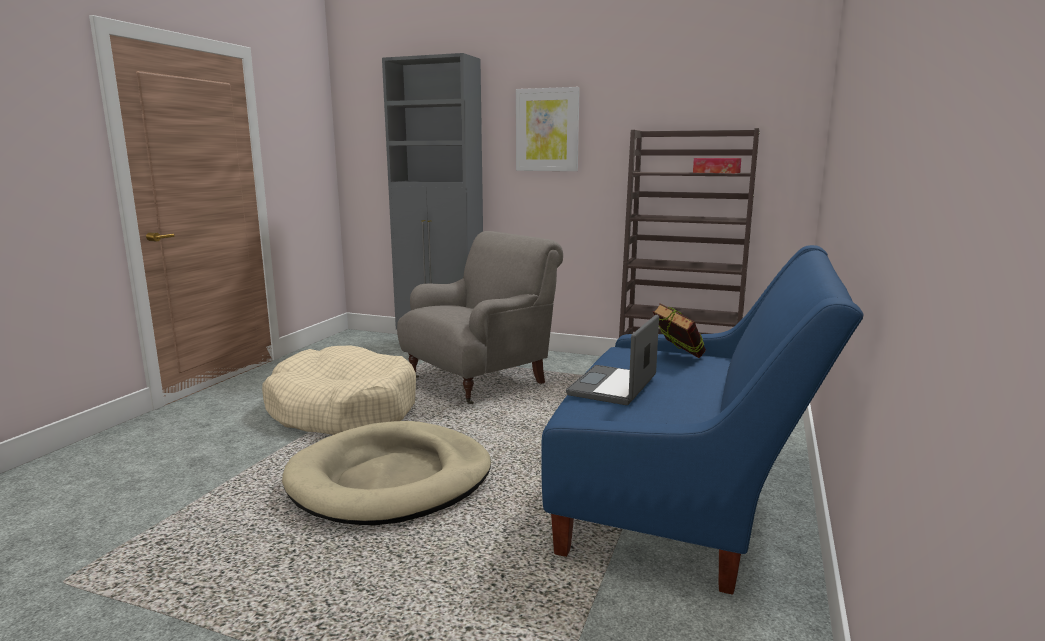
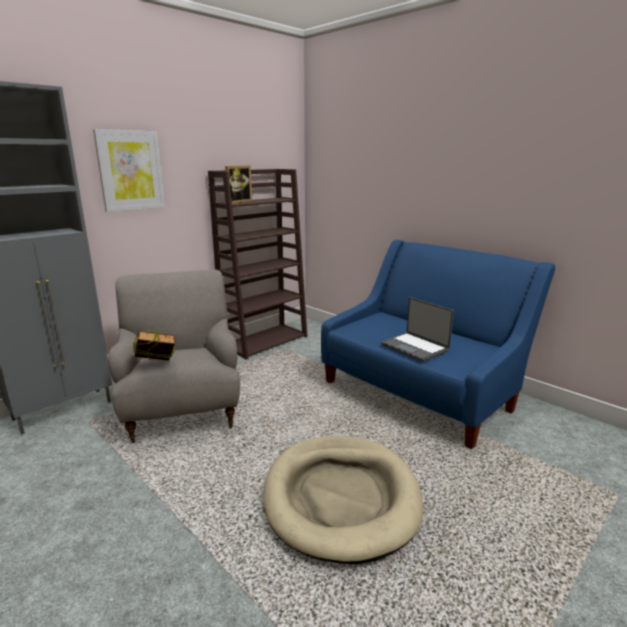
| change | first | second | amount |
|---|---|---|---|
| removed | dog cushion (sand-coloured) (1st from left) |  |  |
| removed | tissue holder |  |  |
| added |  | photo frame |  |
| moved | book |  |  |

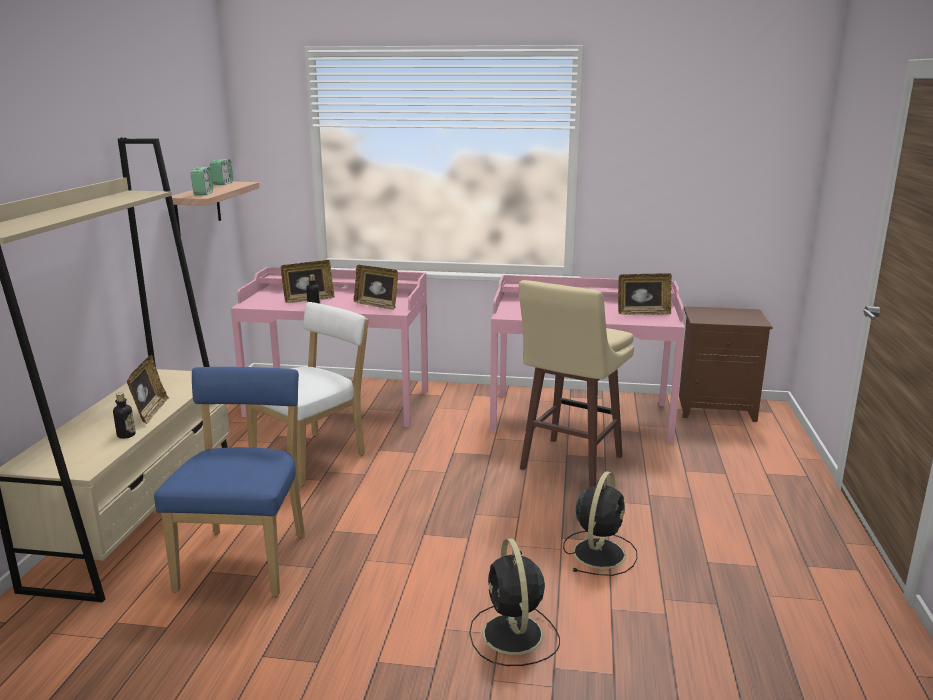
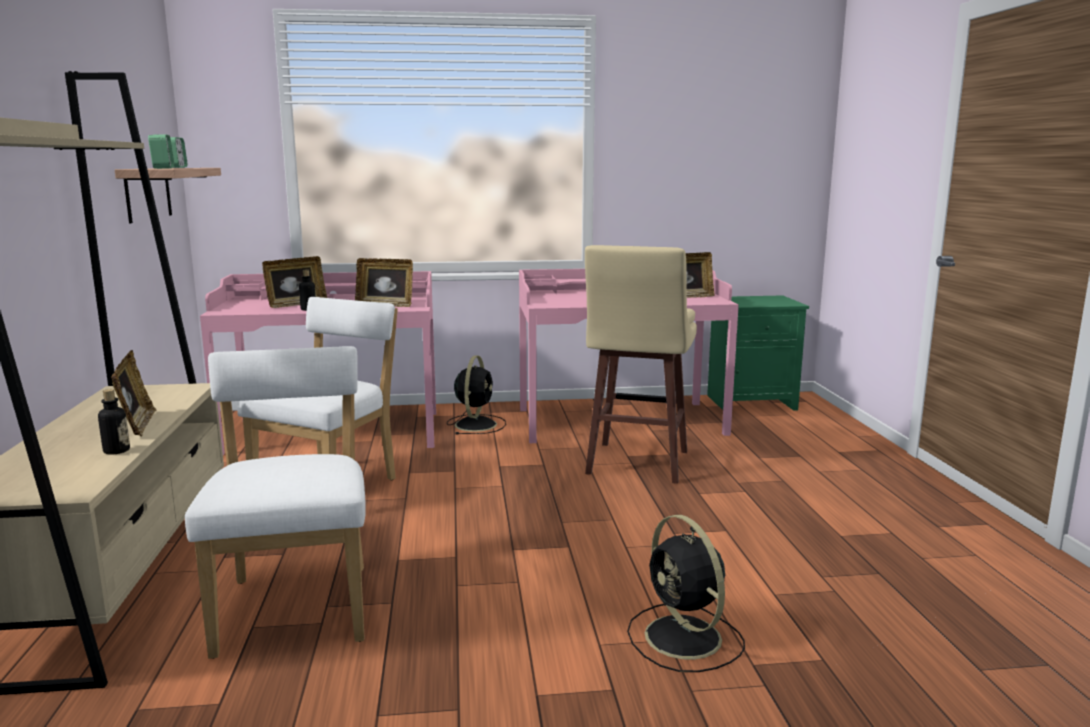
| change | first | second | amount |
|---|---|---|---|
| moved | electric fan (black-coloured) (2nd from left in the first image) | electric fan (black-coloured) (1st from left) |  |
| recoloured | upright chair (bluish) | upright chair (white-coloured) (1st from left) |  |
| recoloured | bedside table (brown-coloured) | bedside table (green) |  |

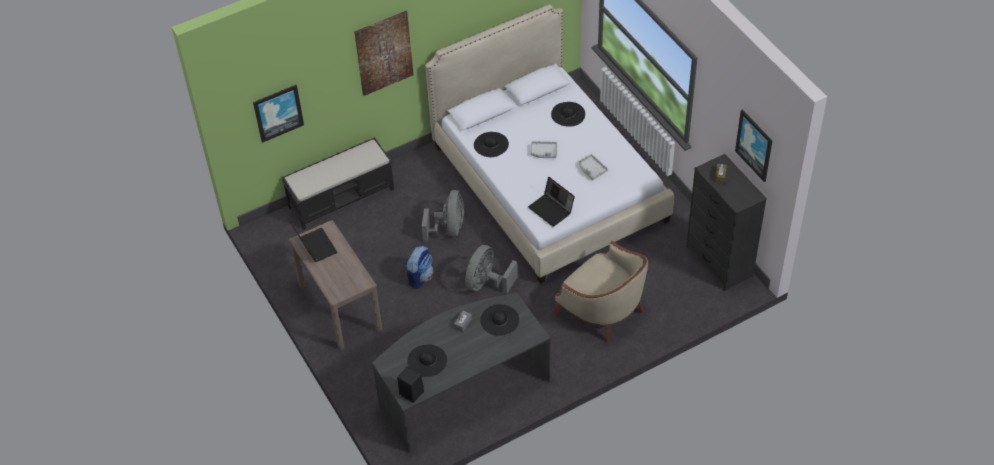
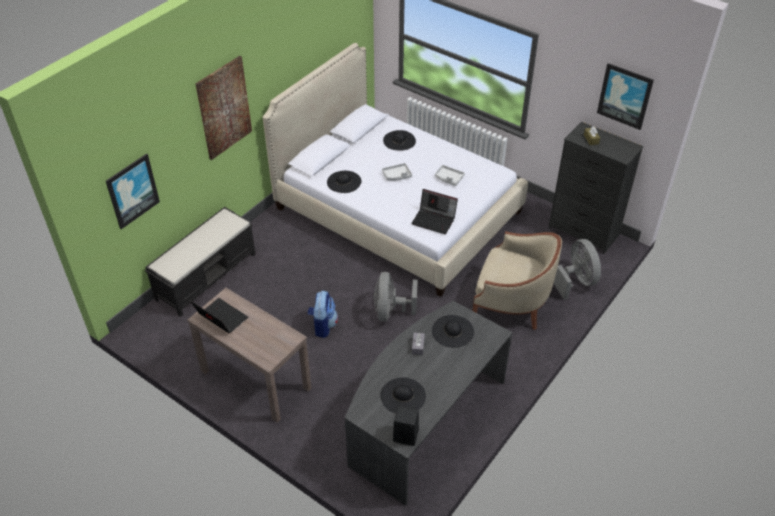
| change | first | second | amount |
|---|---|---|---|
| moved | electric fan (grey) (1st from left in the first image) | electric fan (grey) (2nd from left) |  |

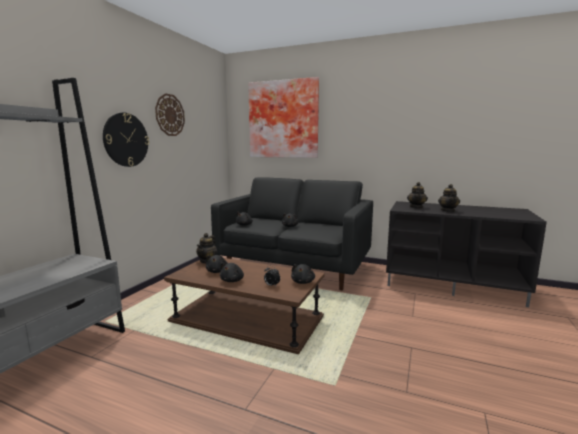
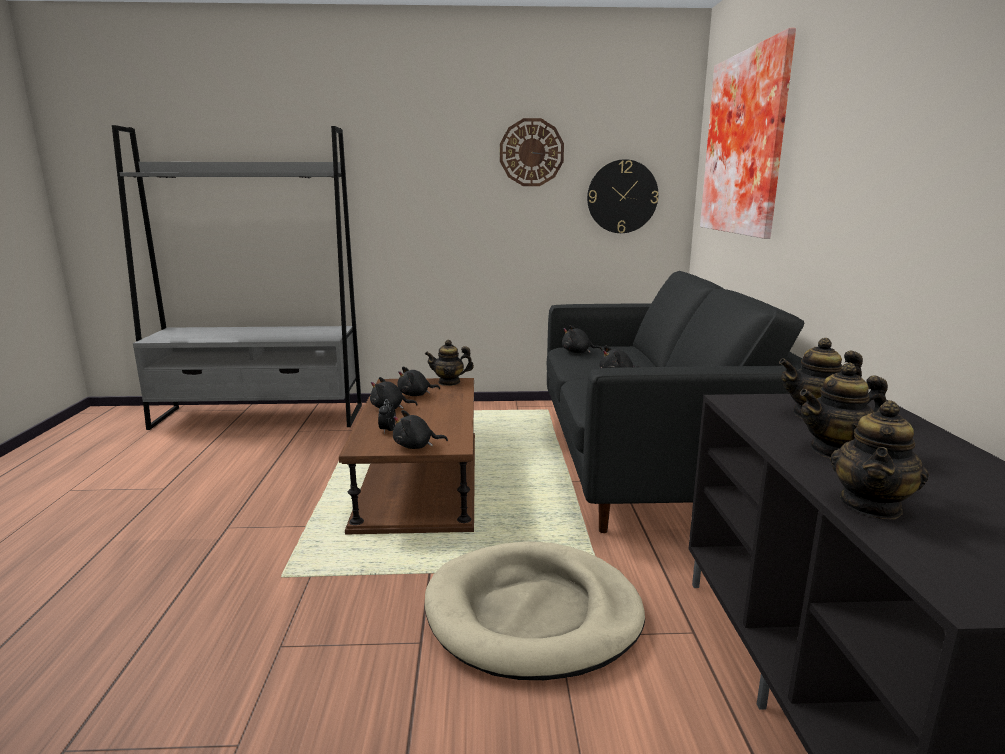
| change | first | second | amount |
|---|---|---|---|
| added |  | dog cushion (sand-coloured) |  |
| added |  | pot for tea (4th from left) |  |
| moved | clock on the wall (1st from left in the first image) | clock on the wall (2nd from left) |  |

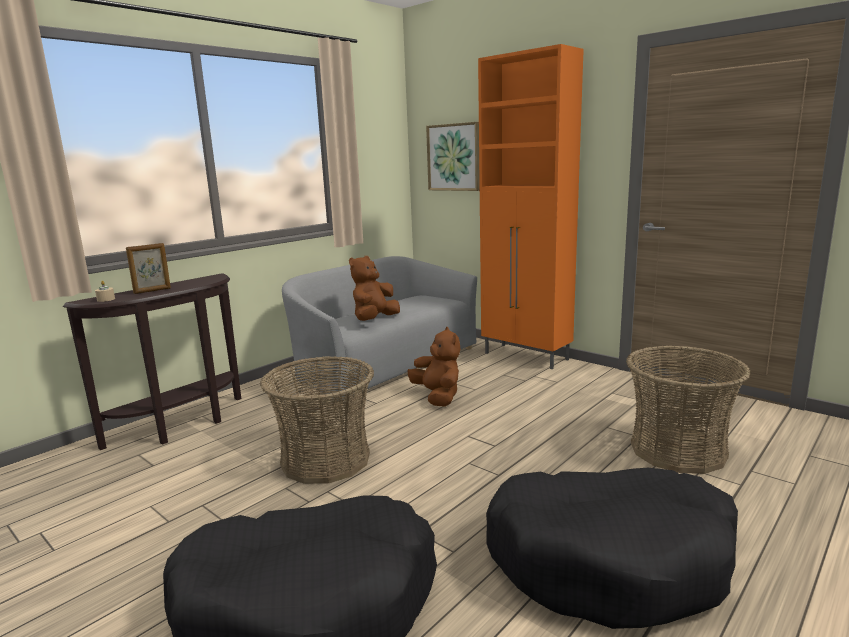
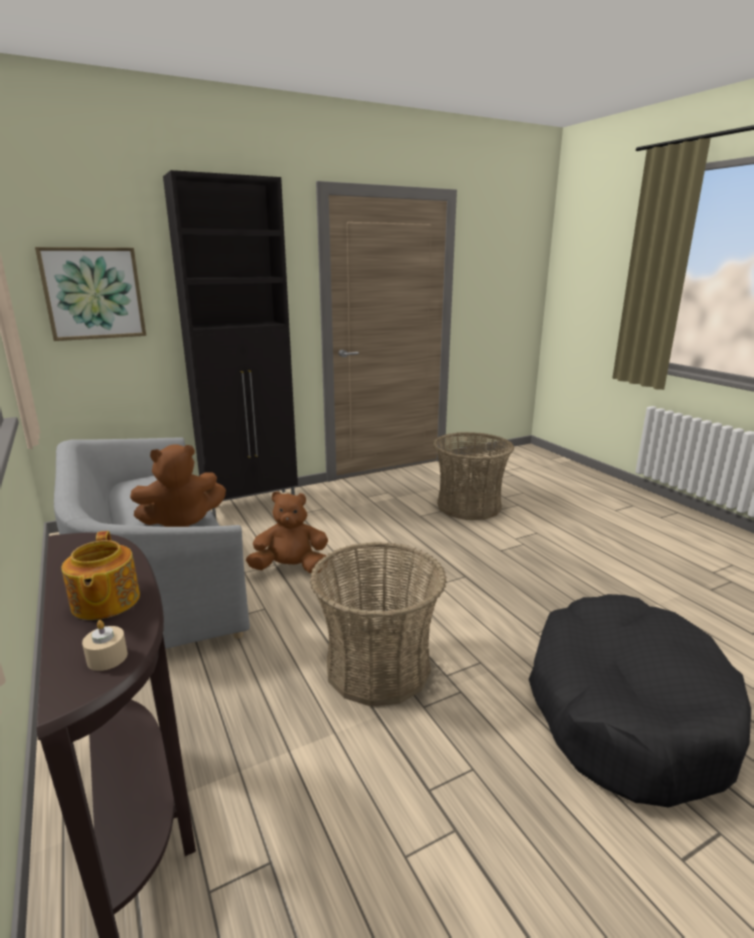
| change | first | second | amount |
|---|---|---|---|
| removed | dog cushion (black-coloured) (2nd from left) |  |  |
| replaced | photo frame | pot for tea |  |
| recoloured | storage cabinet (orangey) | storage cabinet (black-coloured) |  |
| turned | cuddly toy (brown-coloured) (1st from left) |  | 75 degrees counterclockwise |

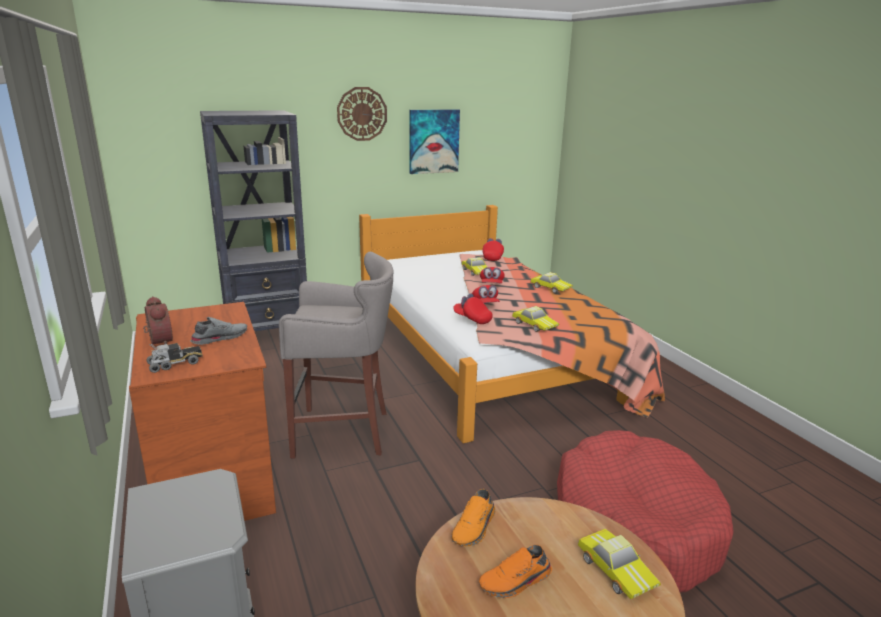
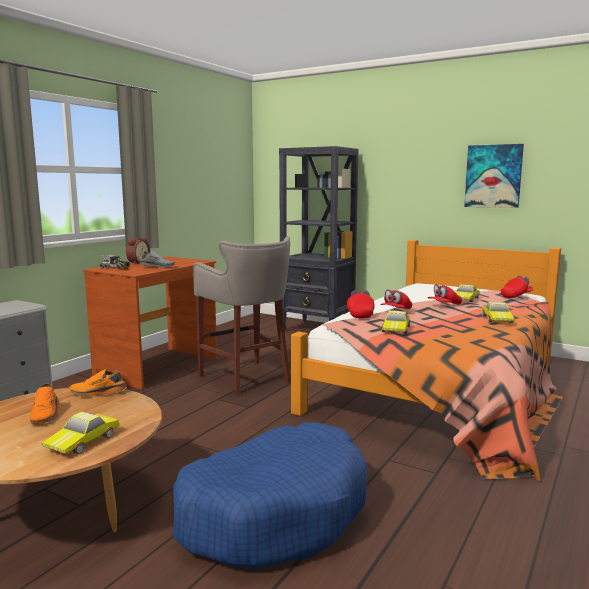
| change | first | second | amount |
|---|---|---|---|
| removed | clock on the wall |  |  |
| recoloured | dog cushion (red-coloured) | dog cushion (bluish) |  |
| turned | shoe (orangey) (2nd from left in the first image) | shoe (orangey) (1st from left) | 135 degrees counterclockwise |

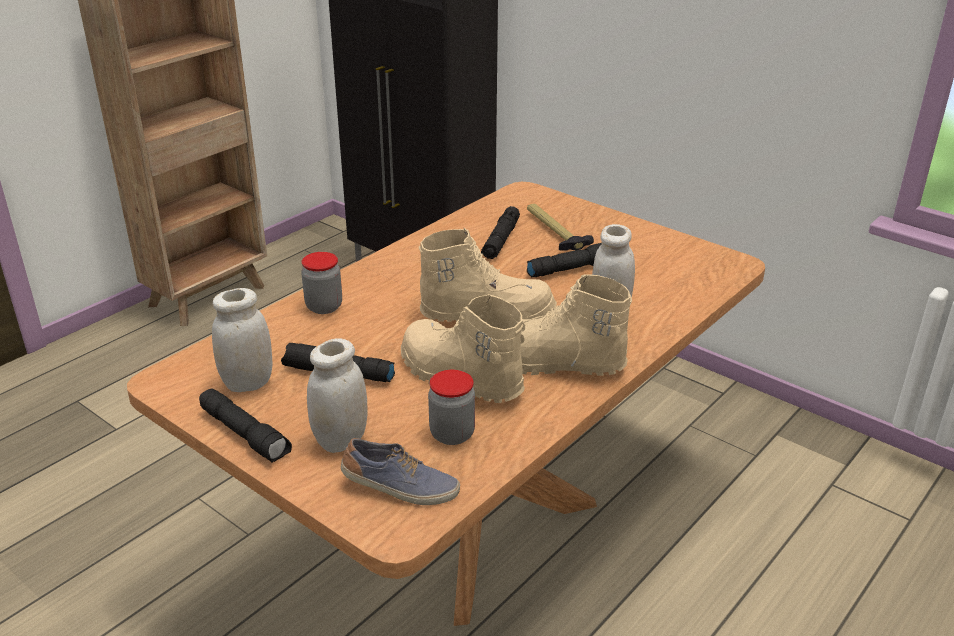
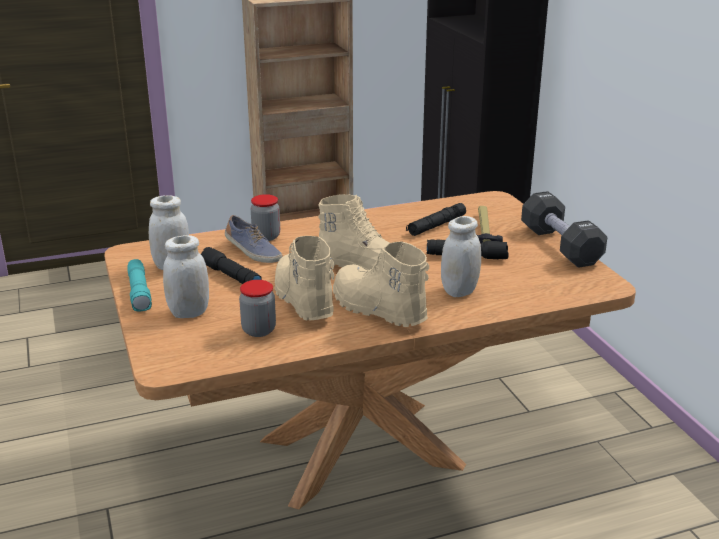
| change | first | second | amount |
|---|---|---|---|
| added |  | free weight (black-coloured) |  |
| moved | shoe |  |  |
| recoloured | torch (black-coloured) (1st from left) | torch (turquoise) |  |

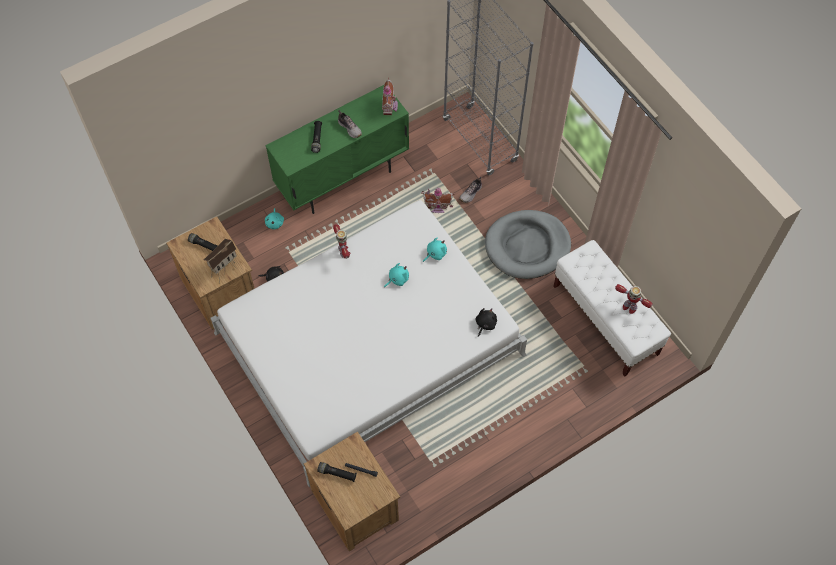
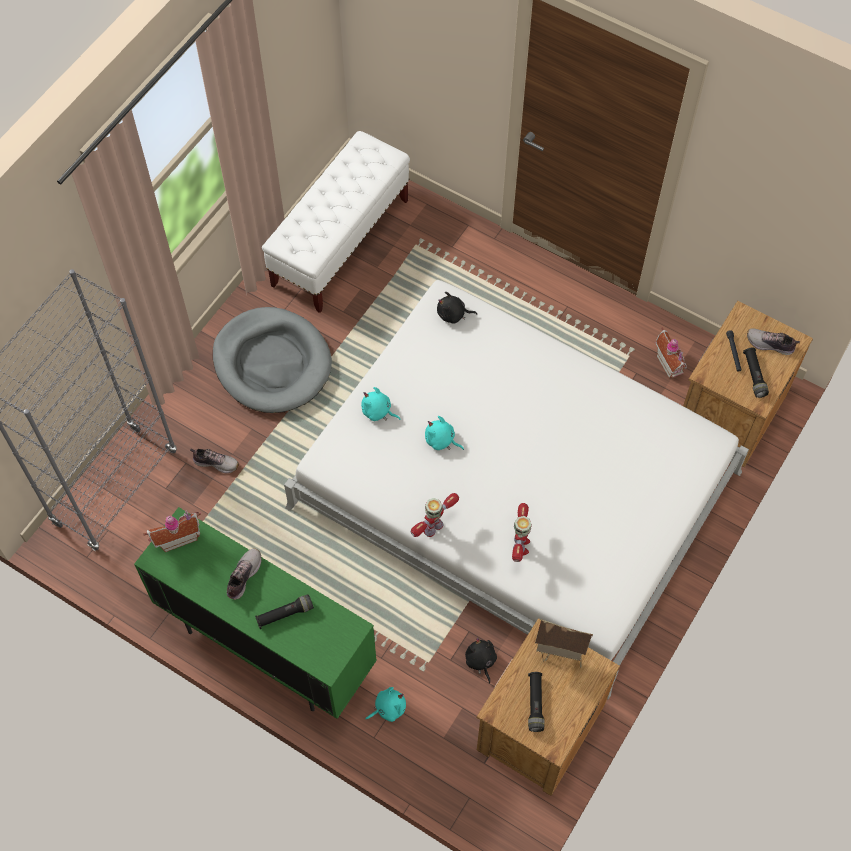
| change | first | second | amount |
|---|---|---|---|
| added |  | shoe (3rd from left) |  |
| moved | model house (3rd from left) |  |  |
| moved | model robot (2nd from left) |  |  |

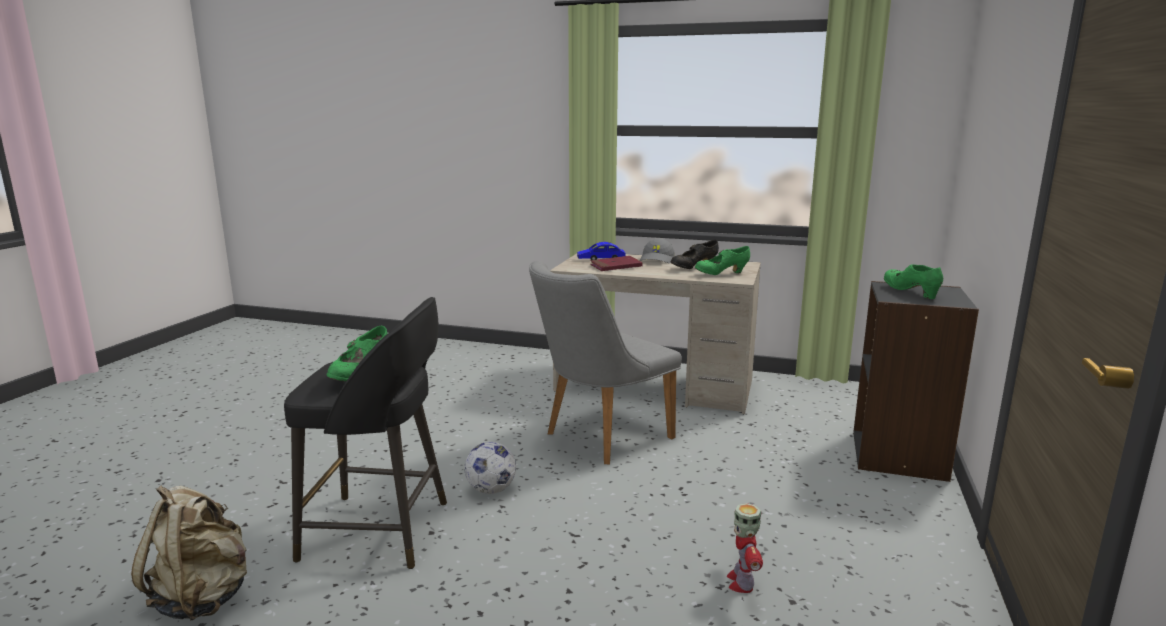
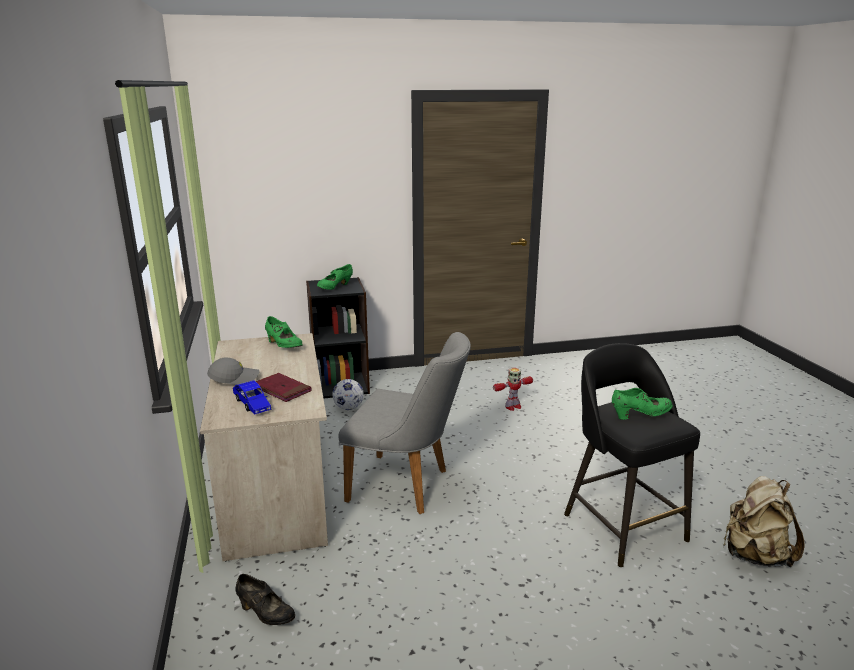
| change | first | second | amount |
|---|---|---|---|
| moved | football |  |  |
| moved | shoe (black-coloured) |  |  |

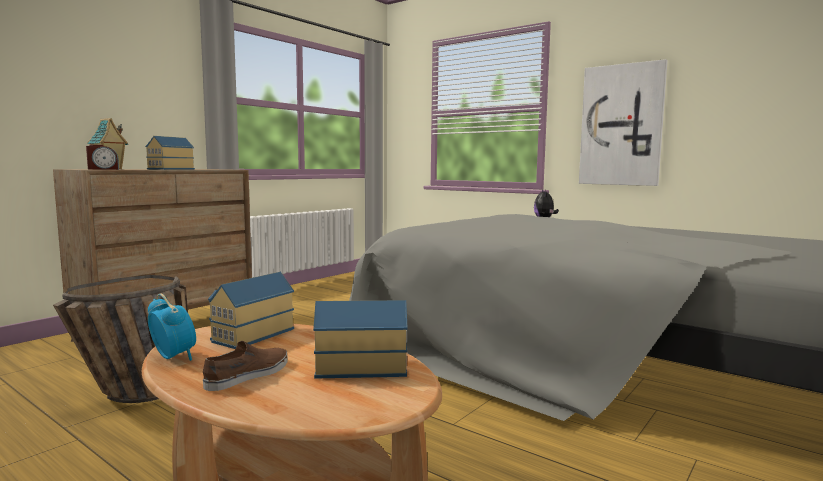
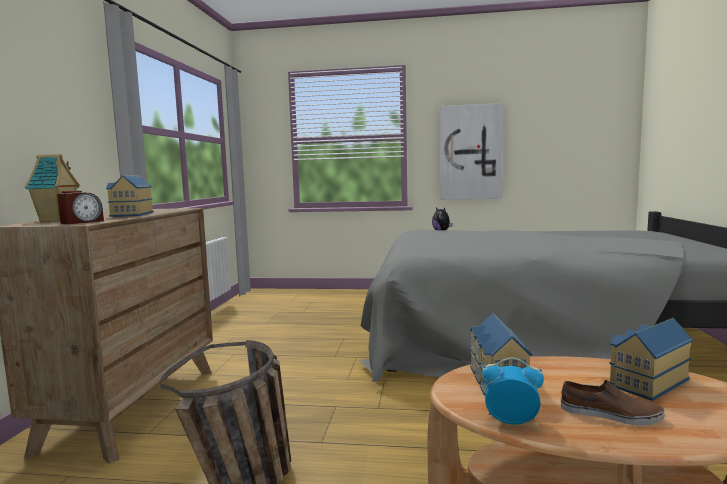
| change | first | second | amount |
|---|---|---|---|
| turned | shoe (brown-coloured) |  | 105 degrees clockwise |

